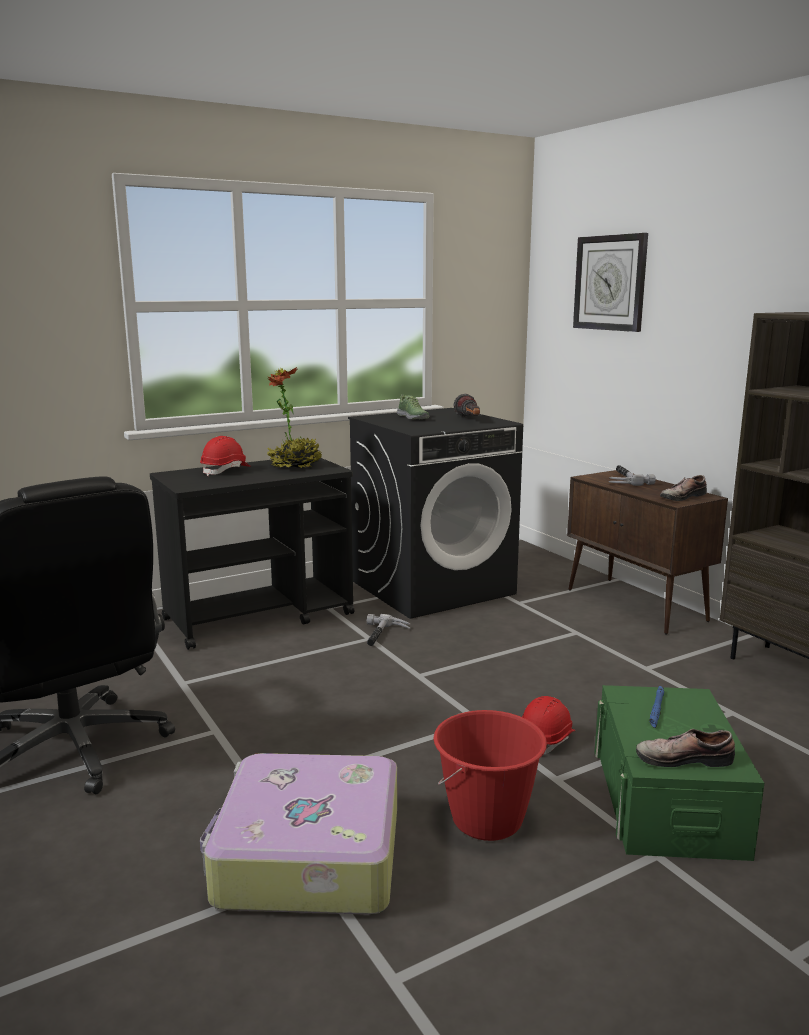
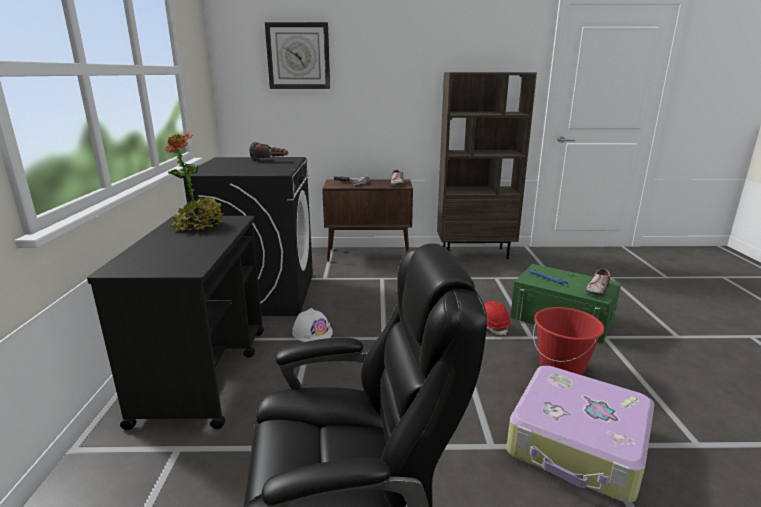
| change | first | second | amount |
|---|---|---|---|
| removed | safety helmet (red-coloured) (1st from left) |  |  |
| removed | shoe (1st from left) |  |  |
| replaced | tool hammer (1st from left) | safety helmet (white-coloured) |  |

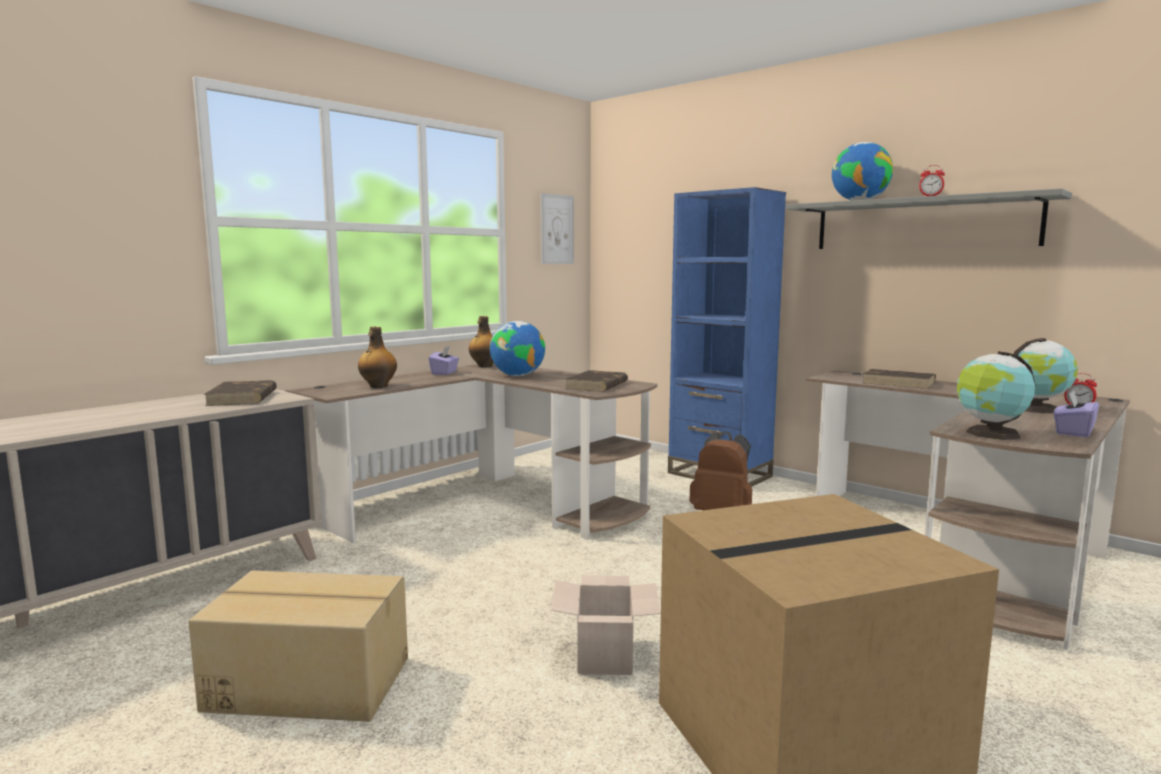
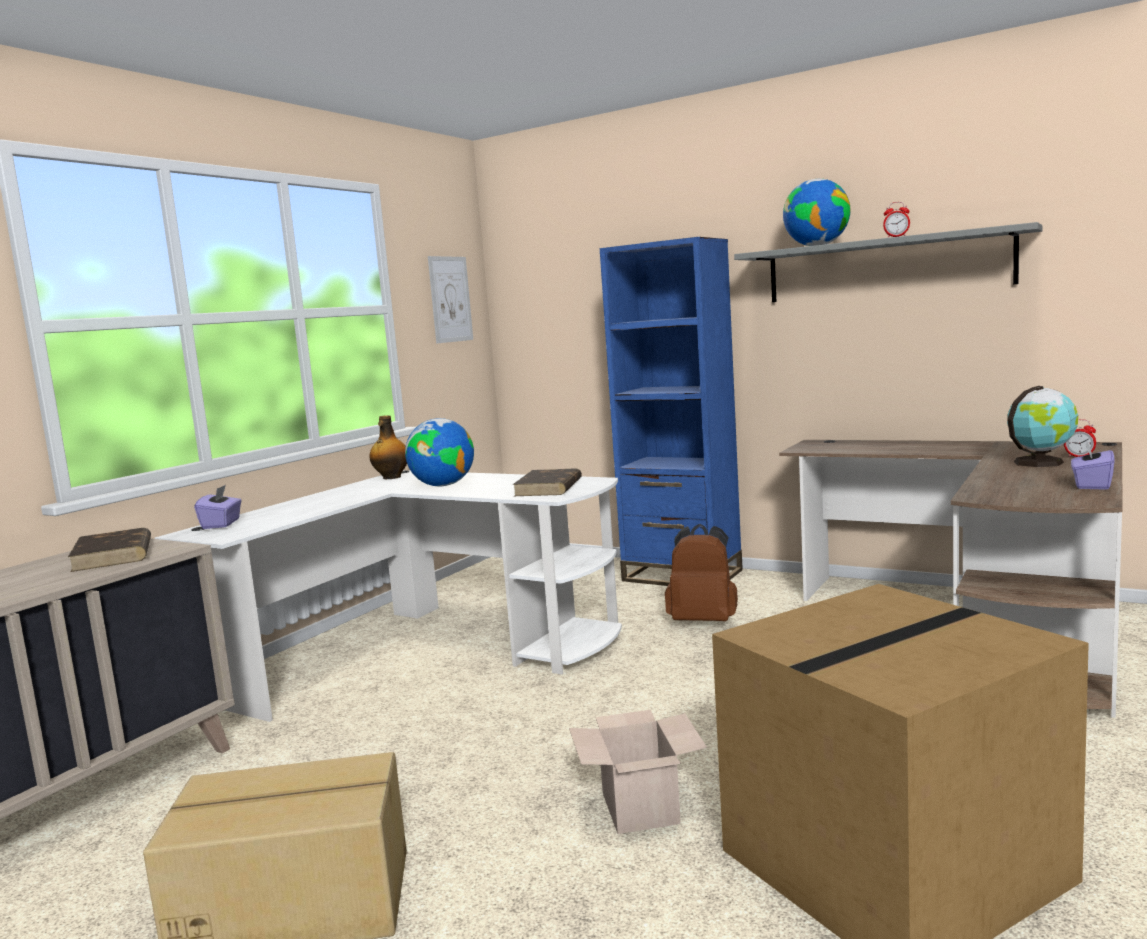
| change | first | second | amount |
|---|---|---|---|
| removed | bottle (1st from left) |  |  |
| removed | book (brown-coloured) (3rd from left) |  |  |
| removed | globe (3rd from left) |  |  |
| moved | tissue holder (purple) (1st from left) |  |  |
| recoloured | desk (brown-coloured) (1st from left) | desk (white-coloured) |  |

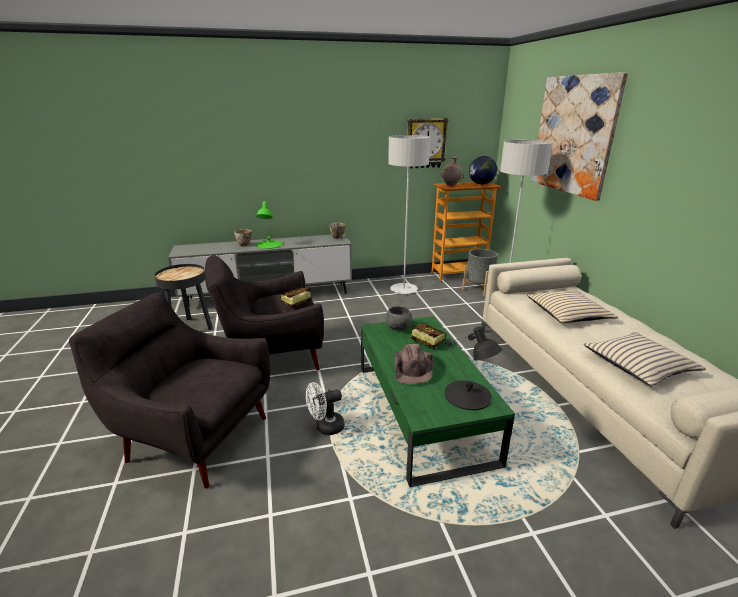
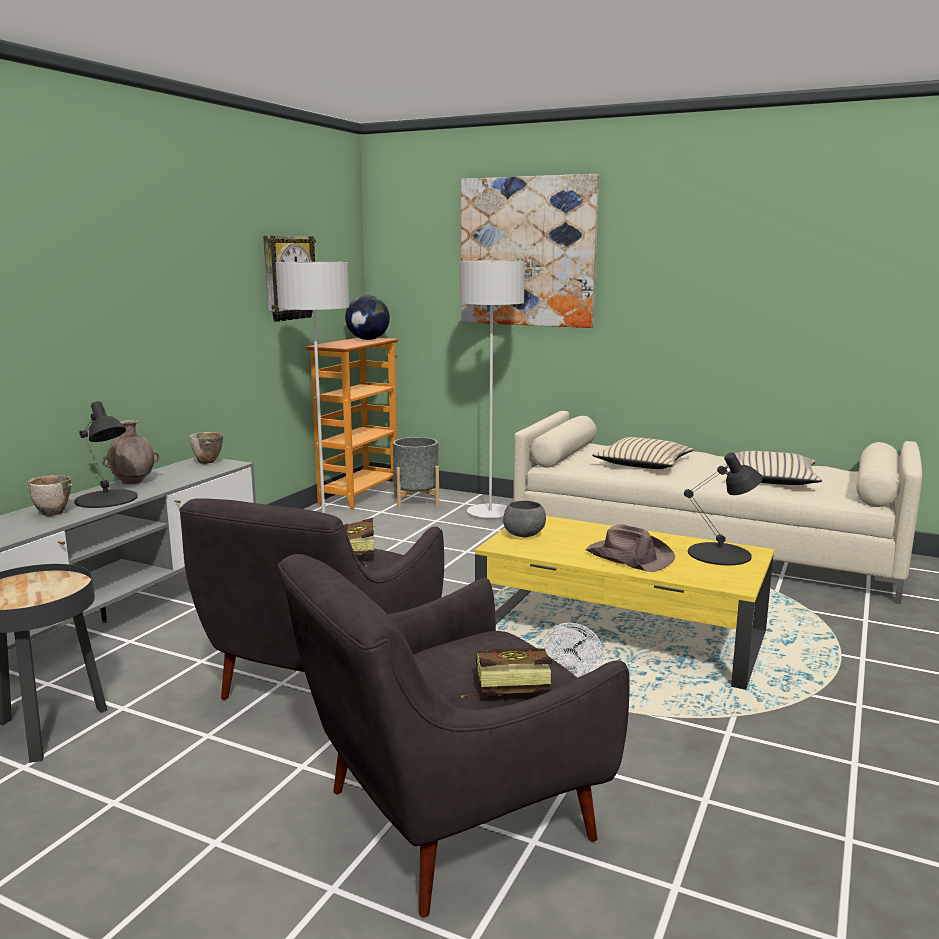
| change | first | second | amount |
|---|---|---|---|
| moved | book (2nd from left) |  |  |
| moved | decorative vase (brown-coloured) |  |  |
| recoloured | table lamp (green) | table lamp (black-coloured) (1st from left) |  |
| recoloured | low table (green) | low table (yellowish) |  |

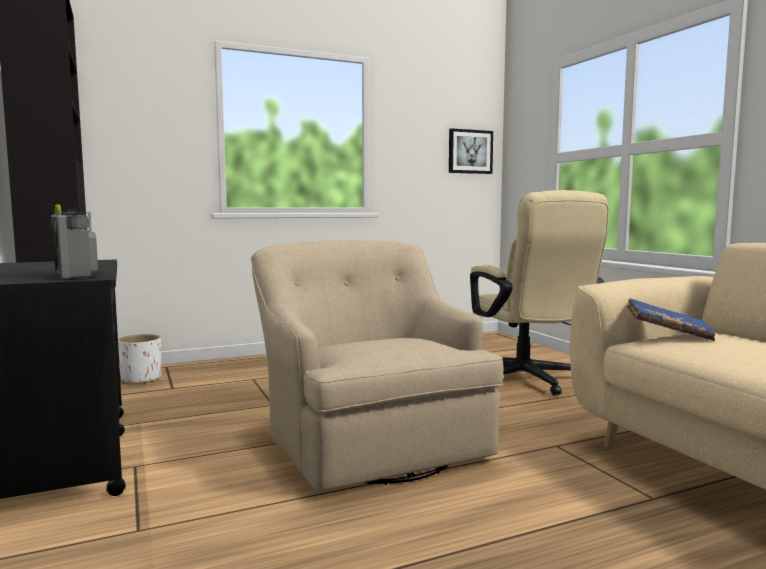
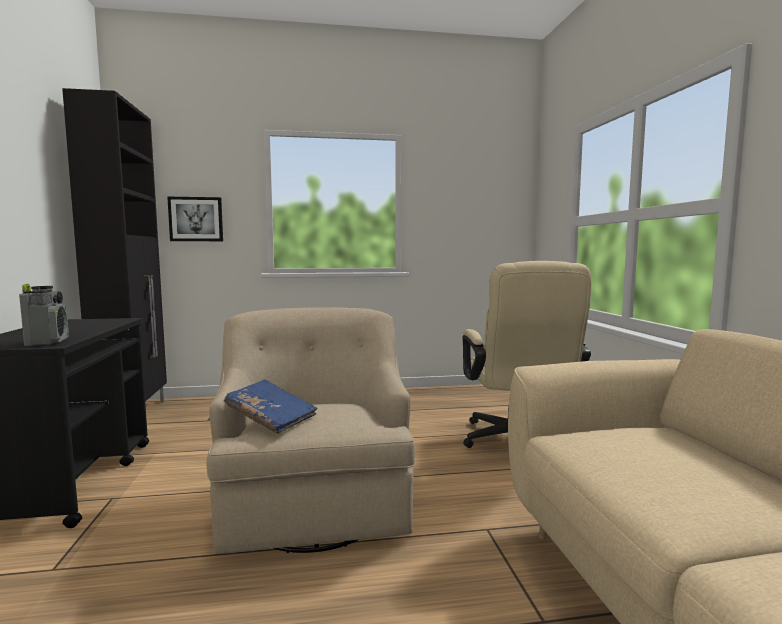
| change | first | second | amount |
|---|---|---|---|
| removed | planter (white-coloured) |  |  |
| moved | wall art |  |  |
| moved | book (bluish) |  |  |

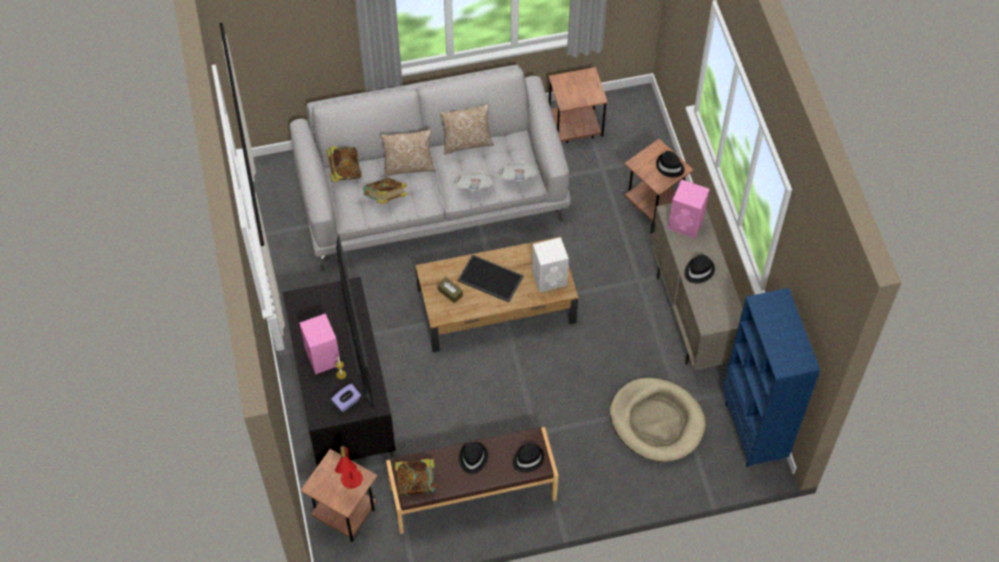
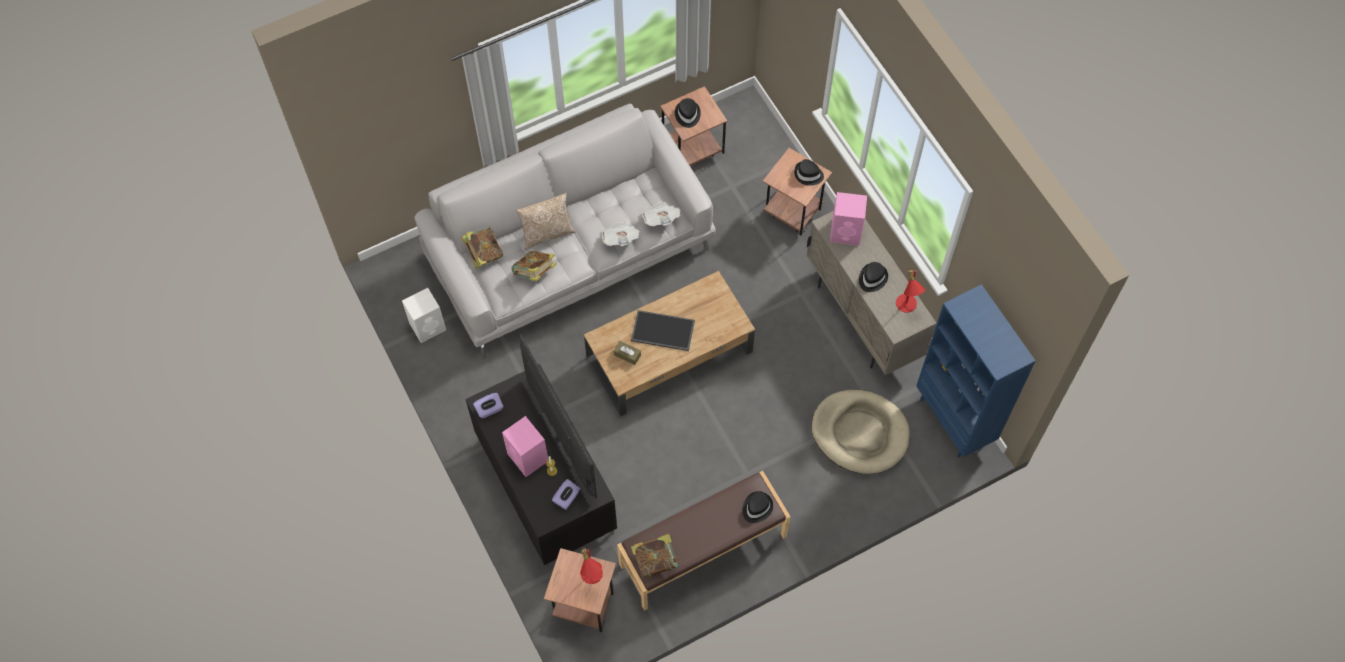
| change | first | second | amount |
|---|---|---|---|
| removed | cushion (2nd from left) |  |  |
| added |  | tissue holder (purple) (1st from left) |  |
| added |  | table lamp (red-coloured) (2nd from left) |  |
| moved | clothing hat (black-coloured) (1st from left) |  |  |
| moved | audio speaker (white-coloured) |  |  |

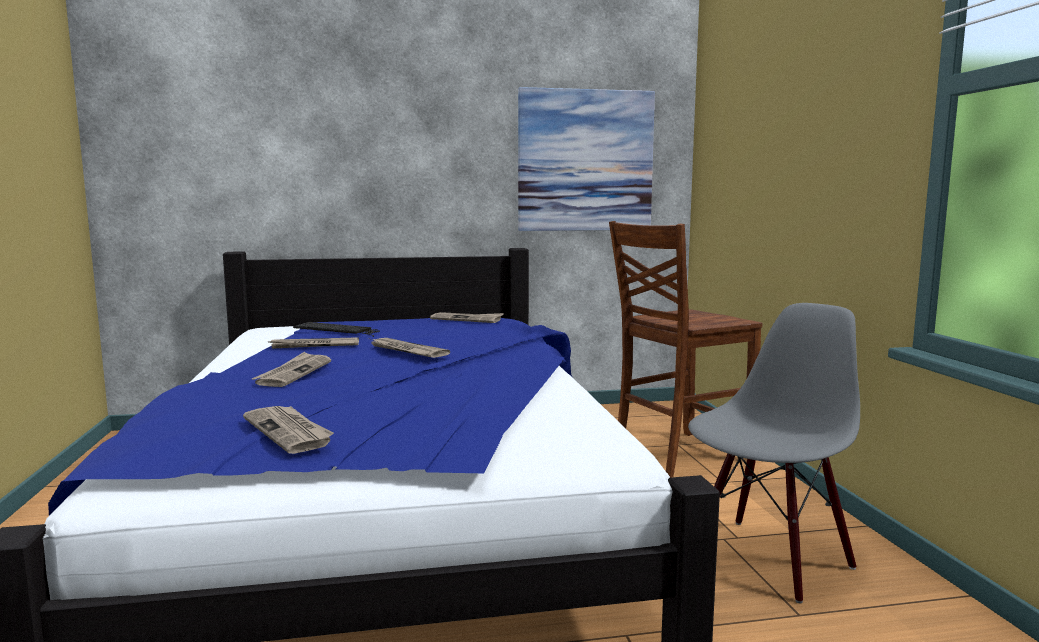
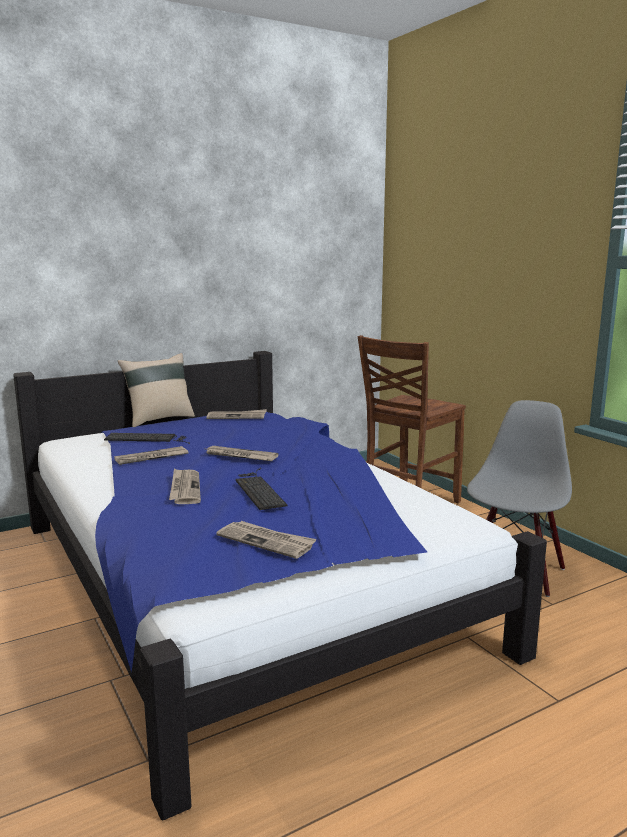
| change | first | second | amount |
|---|---|---|---|
| removed | wall art |  |  |
| added |  | cushion (sand-coloured) |  |
| added |  | PC keyboard (2nd from left) |  |

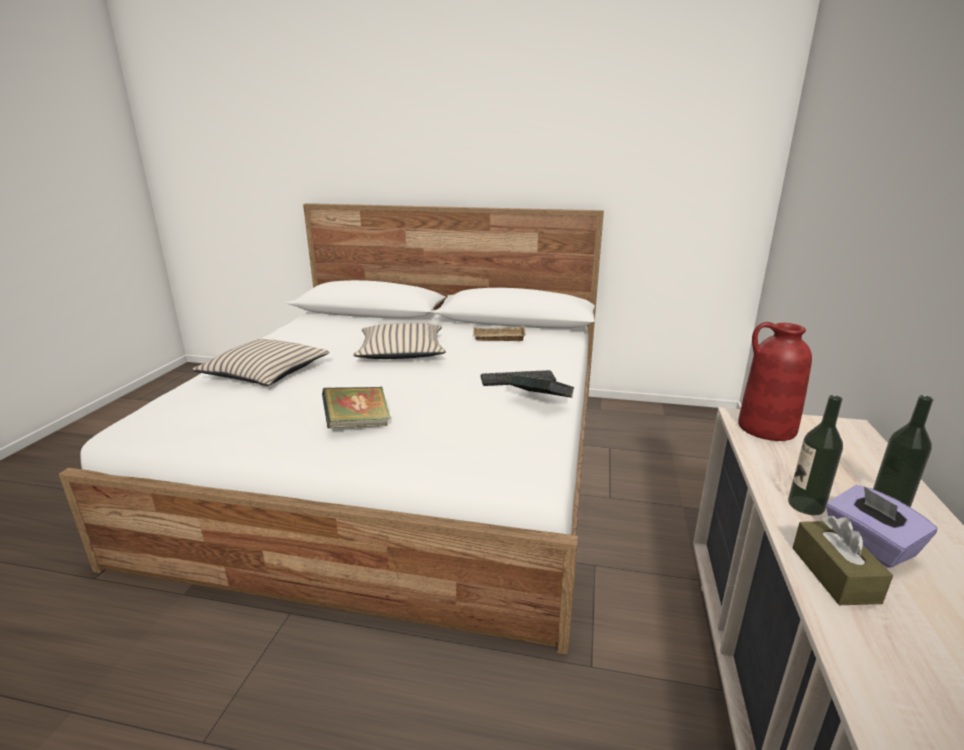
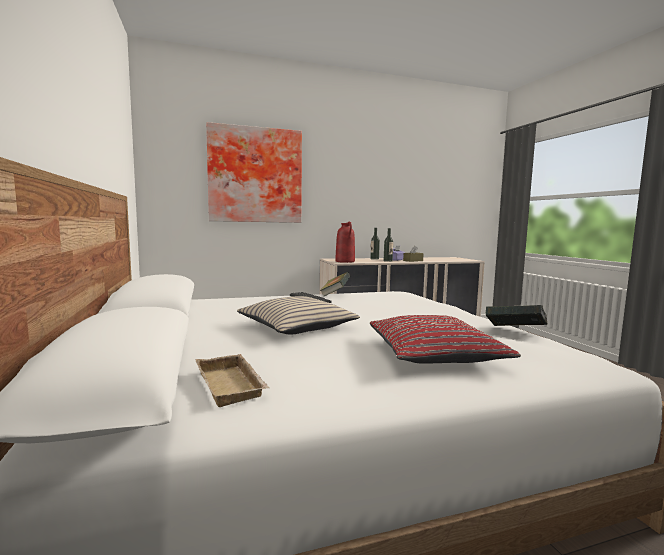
| change | first | second | amount |
|---|---|---|---|
| added |  | wall art |  |
| moved | book (1st from left in the first image) | book (2nd from left) |  |
| moved | carrying tray (sand-coloured) |  |  |
| recoloured | cushion (sand-coloured) (1st from left) | cushion (red-coloured) |  |

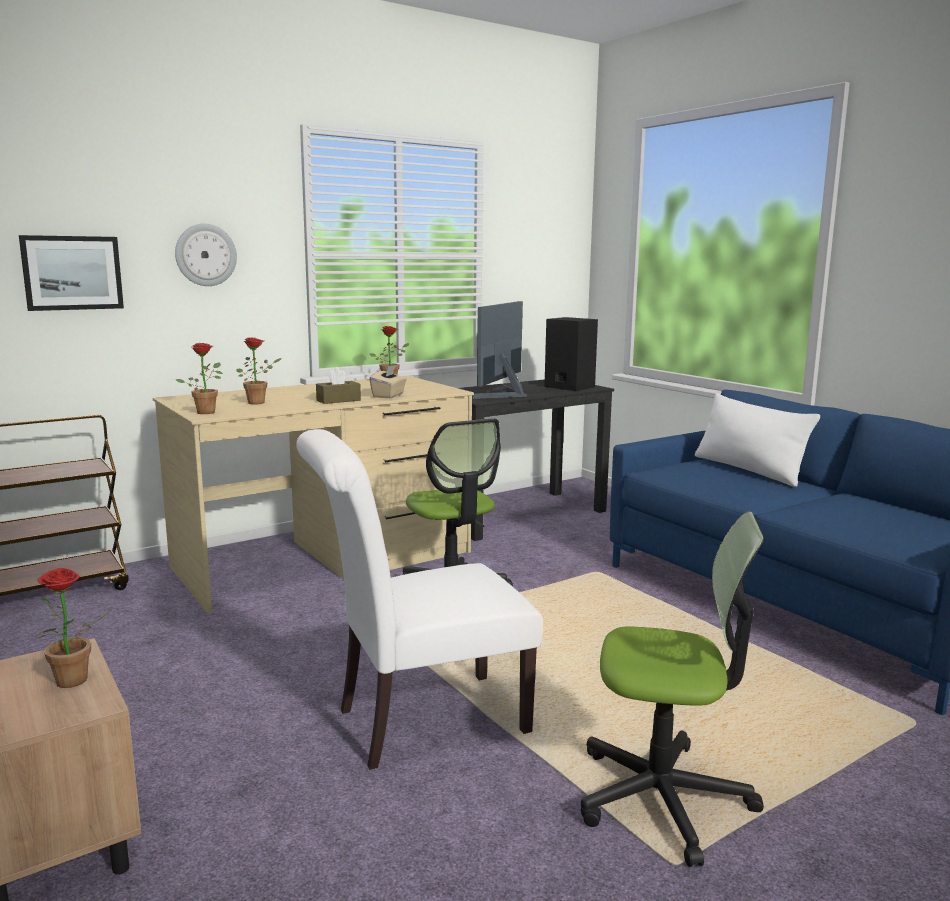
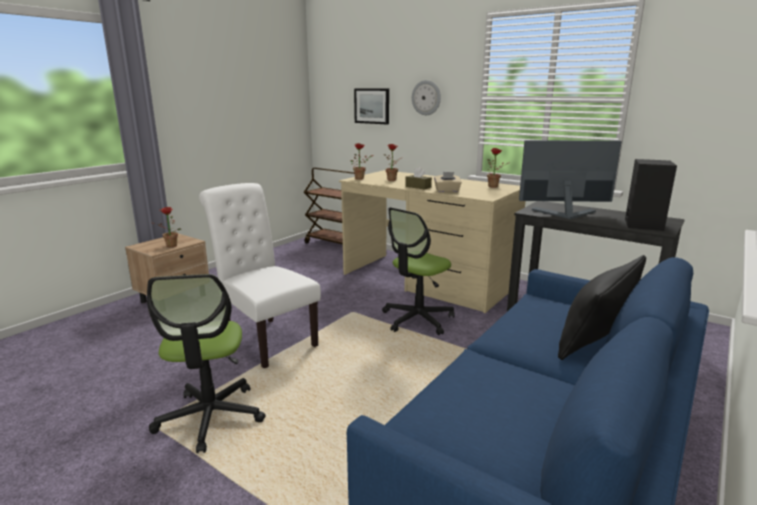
| change | first | second | amount |
|---|---|---|---|
| recoloured | cushion (white-coloured) | cushion (black-coloured) |  |

